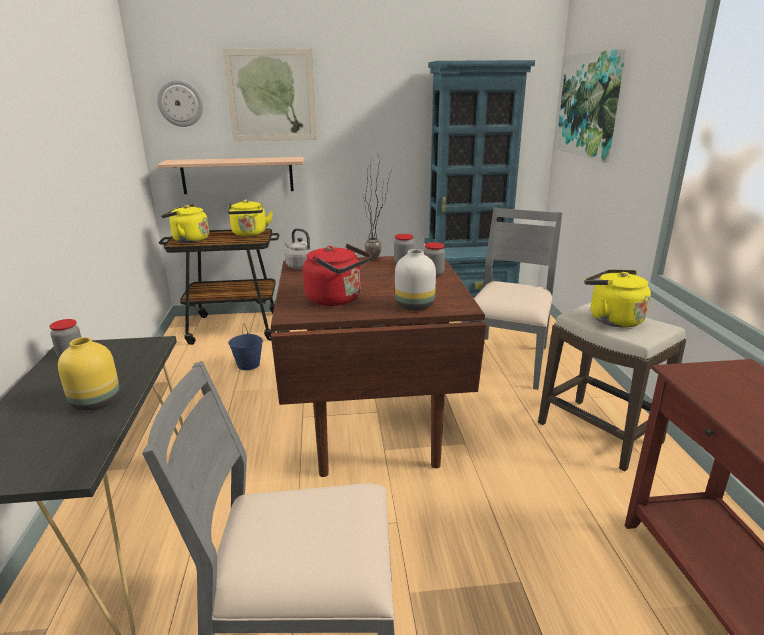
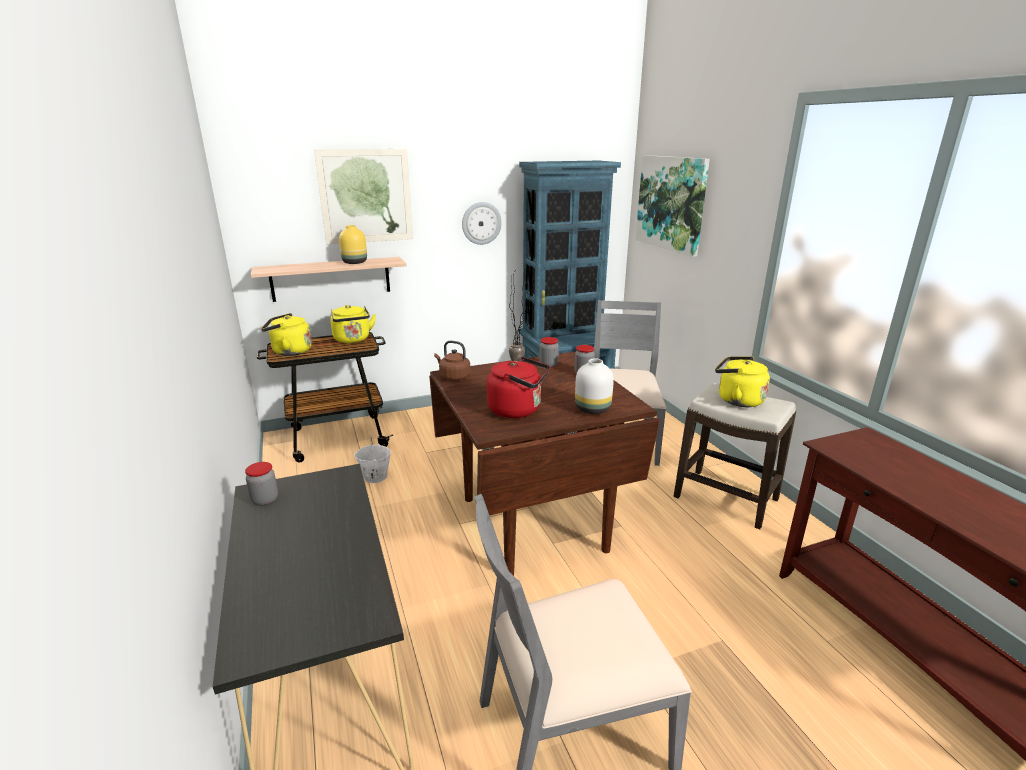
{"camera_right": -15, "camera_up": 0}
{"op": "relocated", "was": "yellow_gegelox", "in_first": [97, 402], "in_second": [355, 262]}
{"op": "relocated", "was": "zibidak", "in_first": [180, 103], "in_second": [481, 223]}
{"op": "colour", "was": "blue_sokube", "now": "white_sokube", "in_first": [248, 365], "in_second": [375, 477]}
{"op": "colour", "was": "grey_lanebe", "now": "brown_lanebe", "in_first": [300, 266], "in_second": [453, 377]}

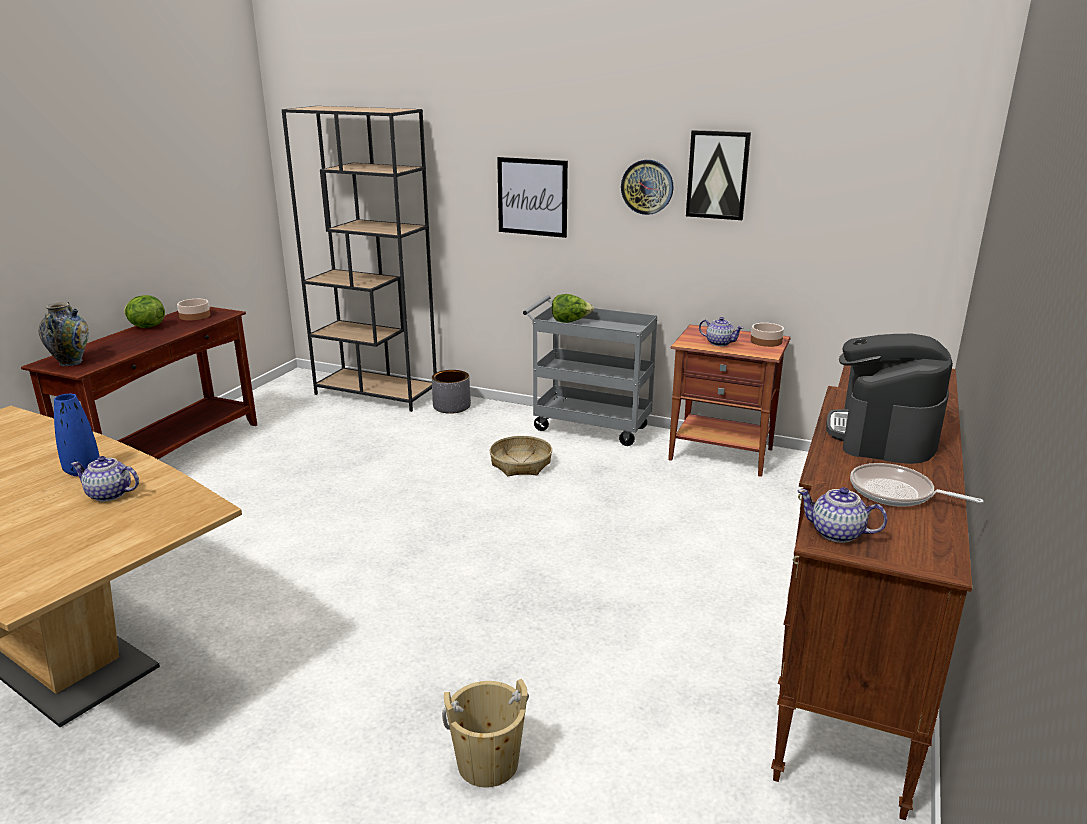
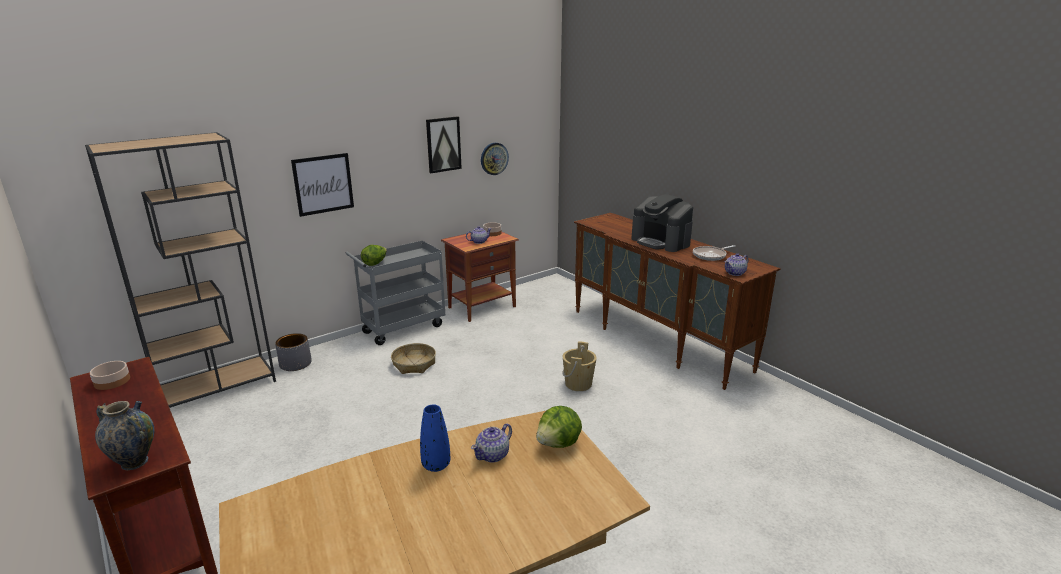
{"camera_right": -60, "camera_up": 0}
{"op": "relocated", "was": "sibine", "in_first": [146, 327], "in_second": [559, 443]}
{"op": "relocated", "was": "beige_sokube", "in_first": [488, 763], "in_second": [578, 384]}
{"op": "relocated", "was": "zibidak", "in_first": [647, 187], "in_second": [494, 158]}

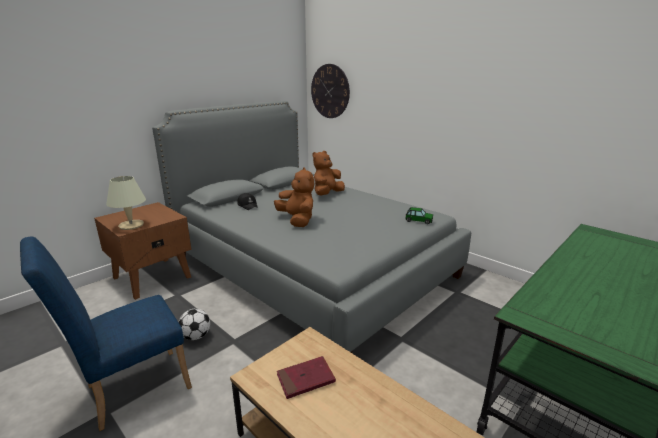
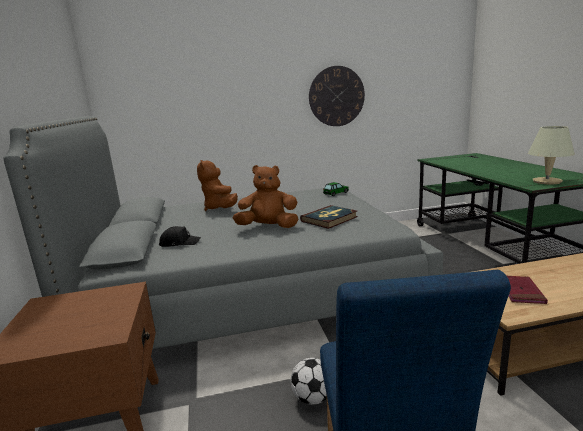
{"camera_right": -55, "camera_up": -5}
{"op": "relocated", "was": "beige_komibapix", "in_first": [131, 225], "in_second": [547, 181]}
{"op": "relocated", "was": "zibidak", "in_first": [330, 91], "in_second": [336, 96]}
{"op": "appeared", "now": "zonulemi", "in_second": [329, 219]}

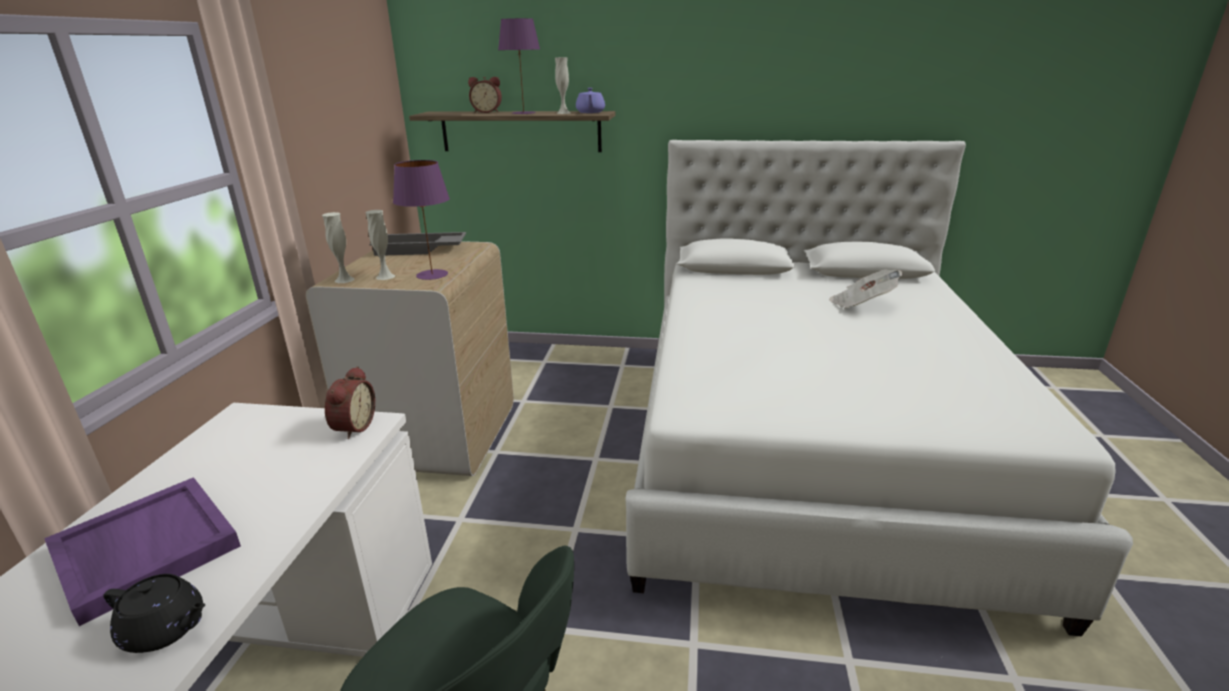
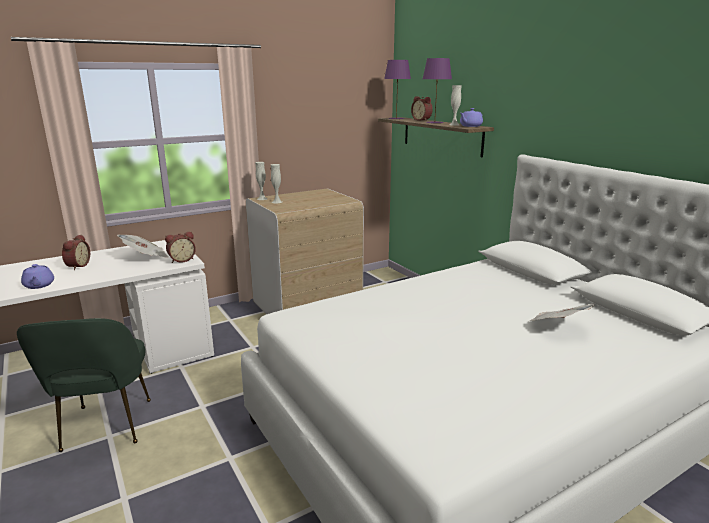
{"camera_right": 50, "camera_up": -5}
{"op": "exchanged", "was": "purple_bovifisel", "now": "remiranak", "in_first": [144, 549], "in_second": [77, 266]}
{"op": "colour", "was": "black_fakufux", "now": "purple_fakufux", "in_first": [166, 629], "in_second": [39, 285]}
{"op": "missing", "was": "grey_bovifisel", "in_first": [419, 250]}
{"op": "relocated", "was": "purple_komibapix", "in_first": [432, 275], "in_second": [396, 118]}
{"op": "appeared", "now": "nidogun", "in_second": [146, 257]}

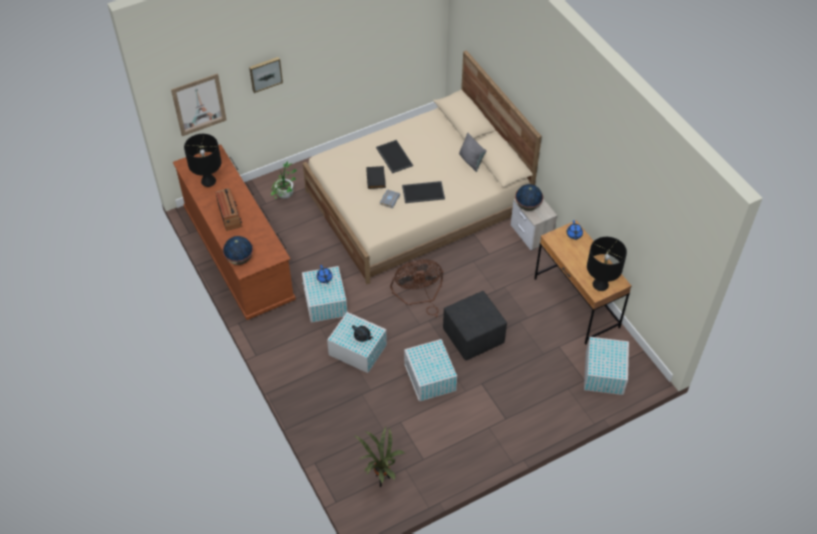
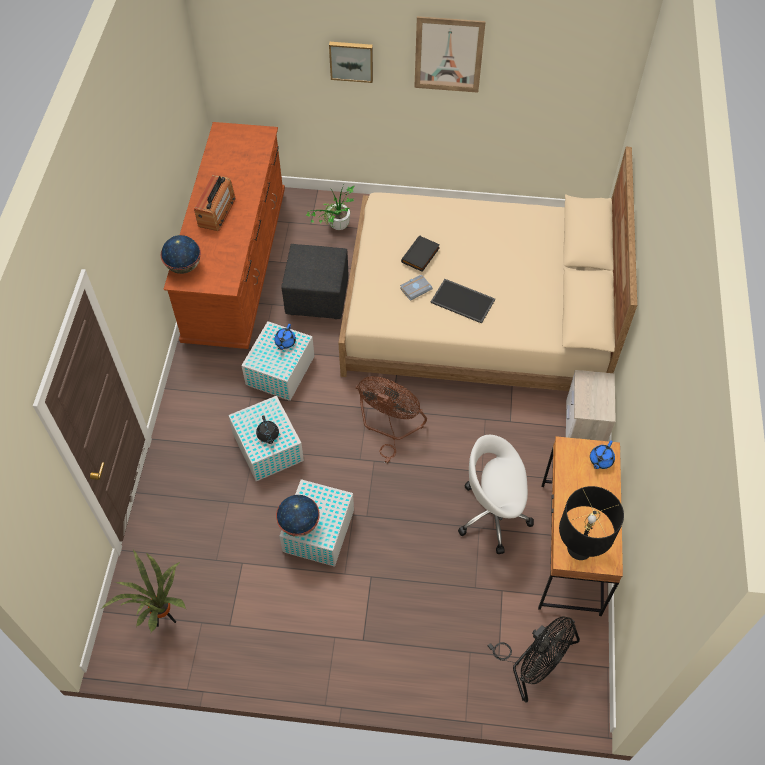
{"camera_right": 35, "camera_up": 5}
{"op": "relocated", "was": "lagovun", "in_first": [199, 104], "in_second": [448, 54]}
{"op": "missing", "was": "black_komibapix", "in_first": [208, 182]}
{"op": "missing", "was": "bovifisel", "in_first": [393, 156]}
{"op": "relocated", "was": "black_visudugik", "in_first": [474, 337], "in_second": [318, 298]}
{"op": "missing", "was": "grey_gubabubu", "in_first": [471, 161]}
{"op": "relocated", "was": "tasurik", "in_first": [527, 206], "in_second": [299, 524]}
{"op": "exchanged", "was": "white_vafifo", "now": "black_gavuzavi", "in_first": [604, 372], "in_second": [533, 662]}
{"op": "appeared", "now": "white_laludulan", "in_second": [491, 514]}

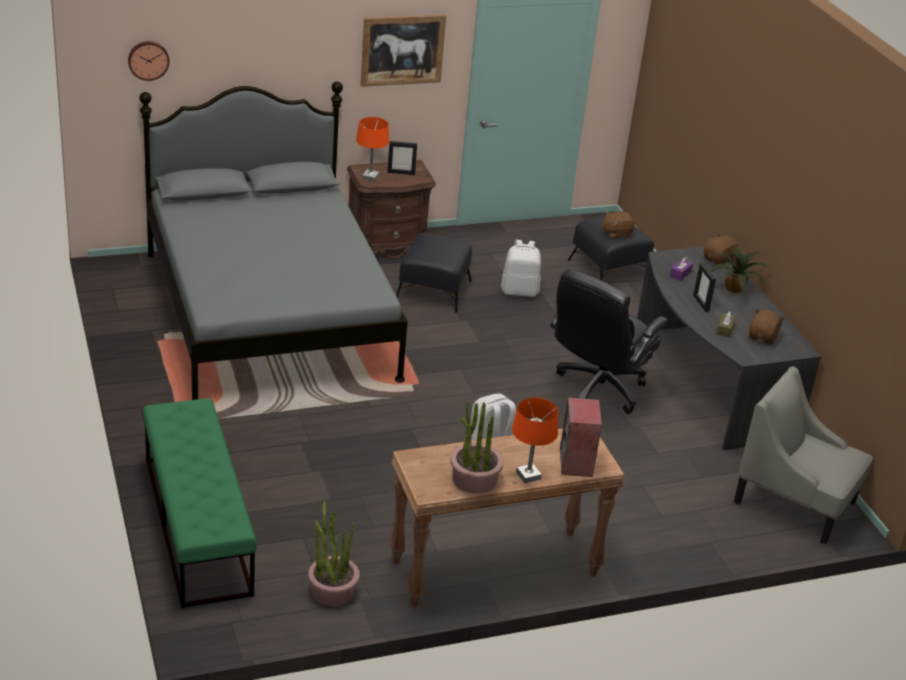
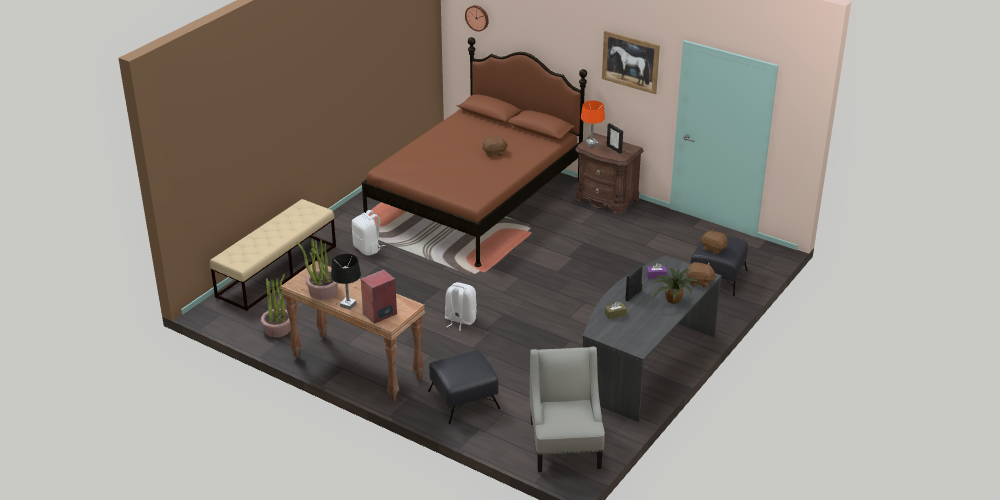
{"camera_right": 55, "camera_up": 0}
{"op": "colour", "was": "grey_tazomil", "now": "brown_tazomil", "in_first": [268, 315], "in_second": [475, 202]}
{"op": "colour", "was": "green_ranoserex", "now": "beige_ranoserex", "in_first": [197, 524], "in_second": [277, 270]}
{"op": "relocated", "was": "black_visudugik", "in_first": [433, 290], "in_second": [463, 399]}
{"op": "relocated", "was": "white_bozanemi", "in_first": [520, 291], "in_second": [368, 249]}
{"op": "colour", "was": "orange_komibapix", "now": "black_komibapix", "in_first": [528, 476], "in_second": [348, 305]}
{"op": "missing", "was": "black_laludulan", "in_first": [596, 389]}
{"op": "relocated", "was": "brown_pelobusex", "in_first": [762, 337], "in_second": [494, 153]}

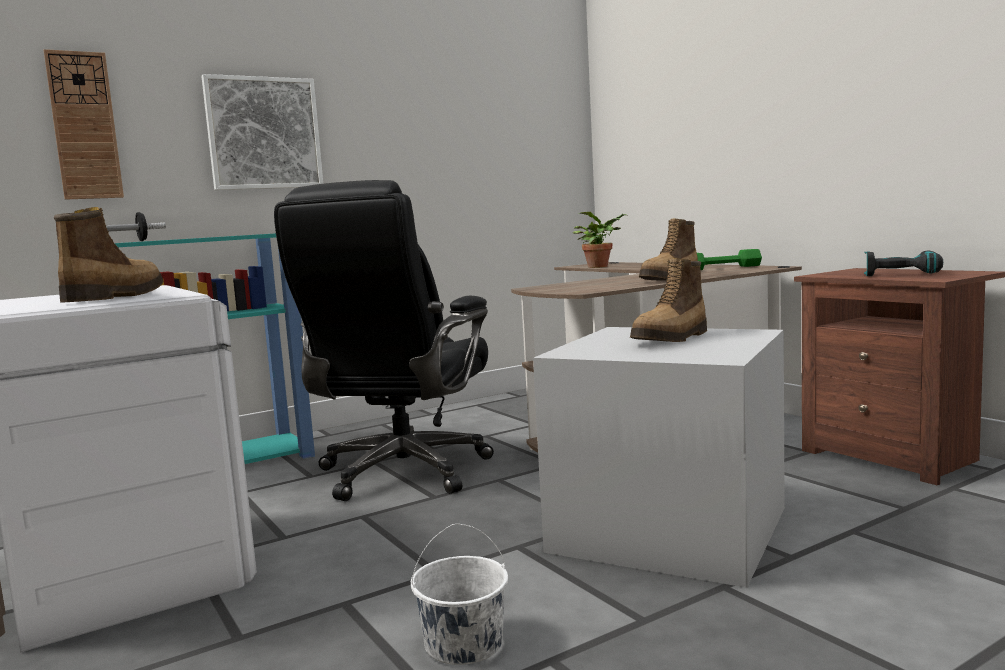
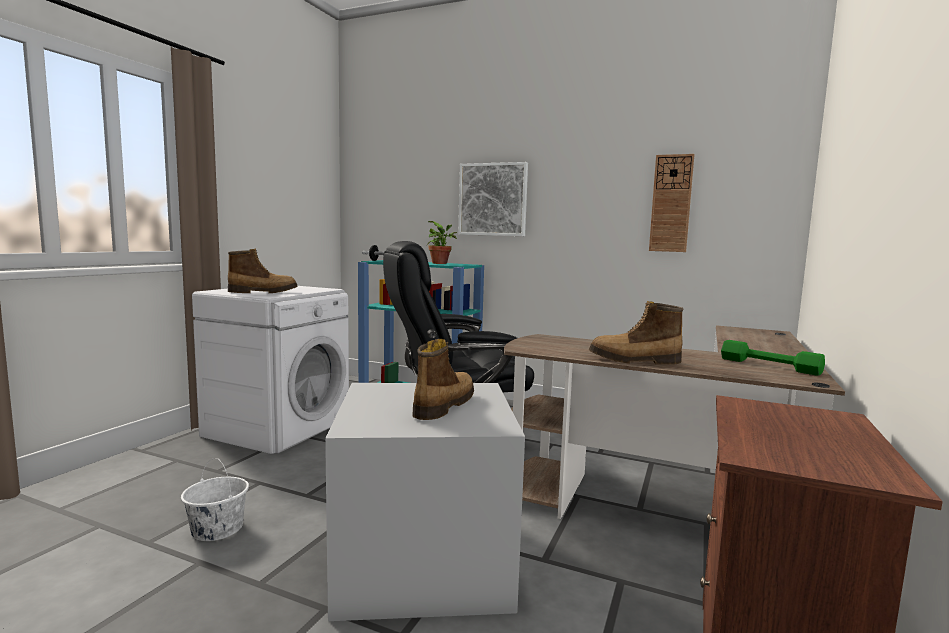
{"camera_right": 55, "camera_up": 0}
{"op": "relocated", "was": "zibidak", "in_first": [84, 126], "in_second": [671, 203]}
{"op": "relocated", "was": "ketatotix", "in_first": [600, 266], "in_second": [441, 263]}
{"op": "spun", "was": "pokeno", "in_first": [672, 339], "in_second": [443, 405], "clockwise": 105}
{"op": "missing", "was": "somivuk", "in_first": [901, 273]}

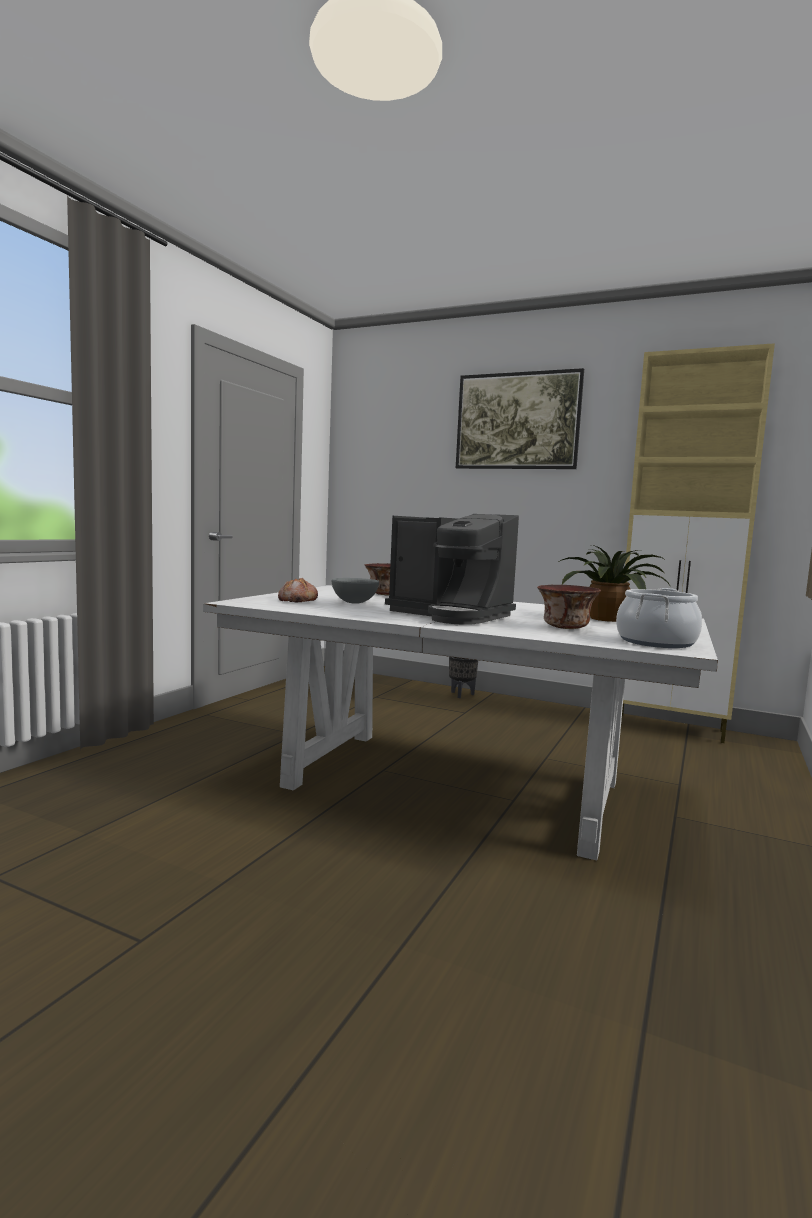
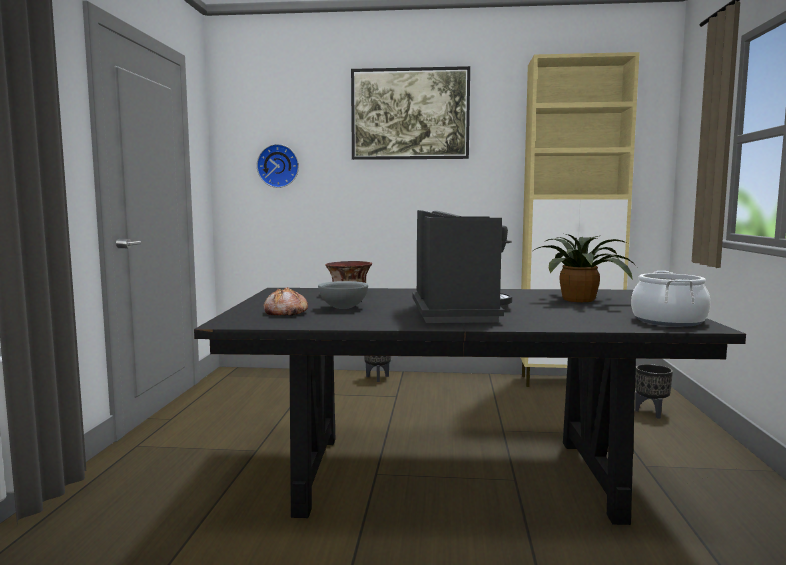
{"camera_right": -20, "camera_up": 0}
{"op": "colour", "was": "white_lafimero", "now": "black_lafimero", "in_first": [456, 785], "in_second": [454, 475]}
{"op": "spun", "was": "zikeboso", "in_first": [450, 615], "in_second": [458, 312], "clockwise": -105}
{"op": "missing", "was": "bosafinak", "in_first": [566, 628]}
{"op": "appeared", "now": "zibidak", "in_second": [278, 166]}
{"op": "appeared", "now": "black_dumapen", "in_second": [651, 413]}

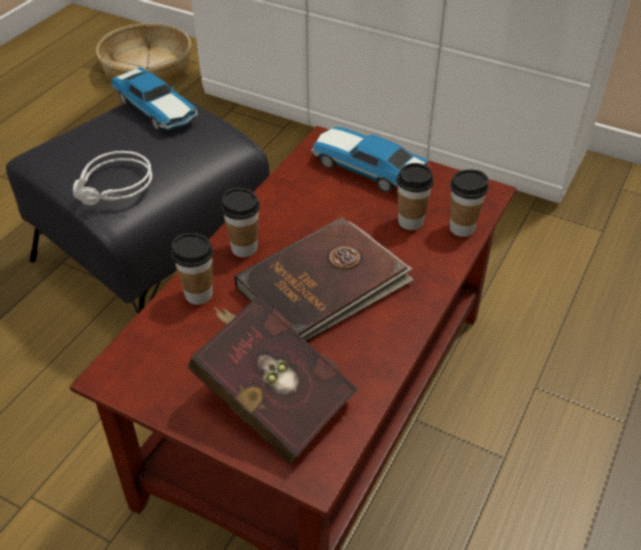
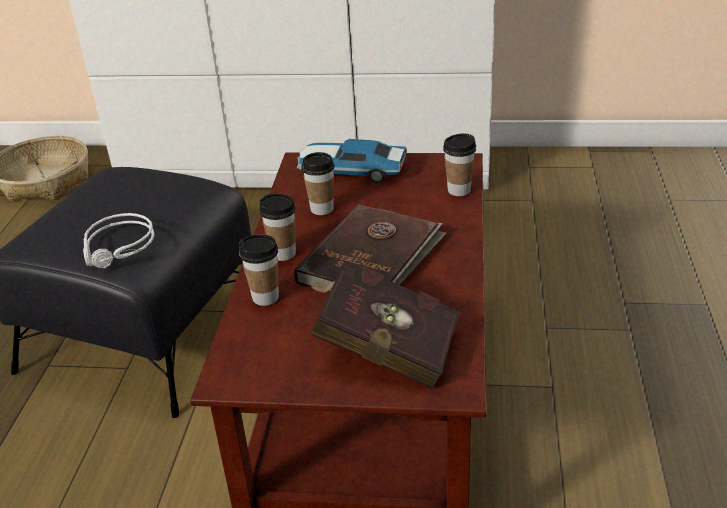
{"camera_right": -20, "camera_up": -10}
{"op": "missing", "was": "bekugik", "in_first": [157, 110]}
{"op": "relocated", "was": "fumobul", "in_first": [410, 222], "in_second": [322, 209]}

